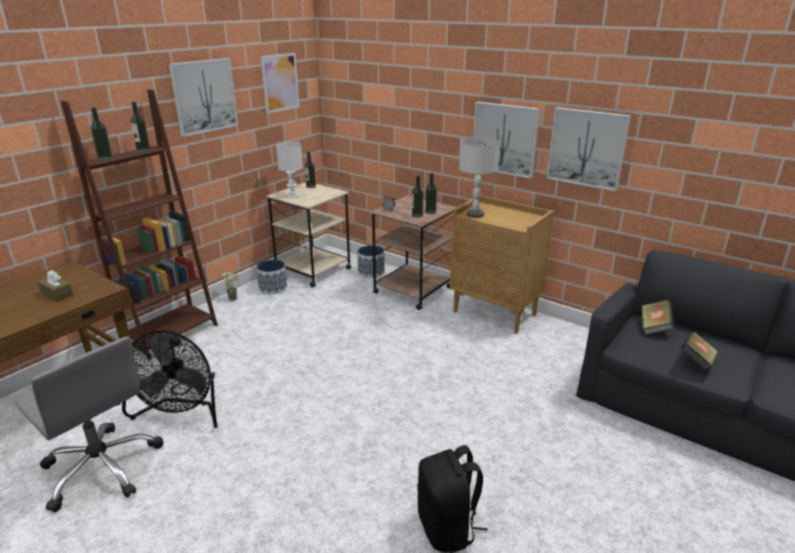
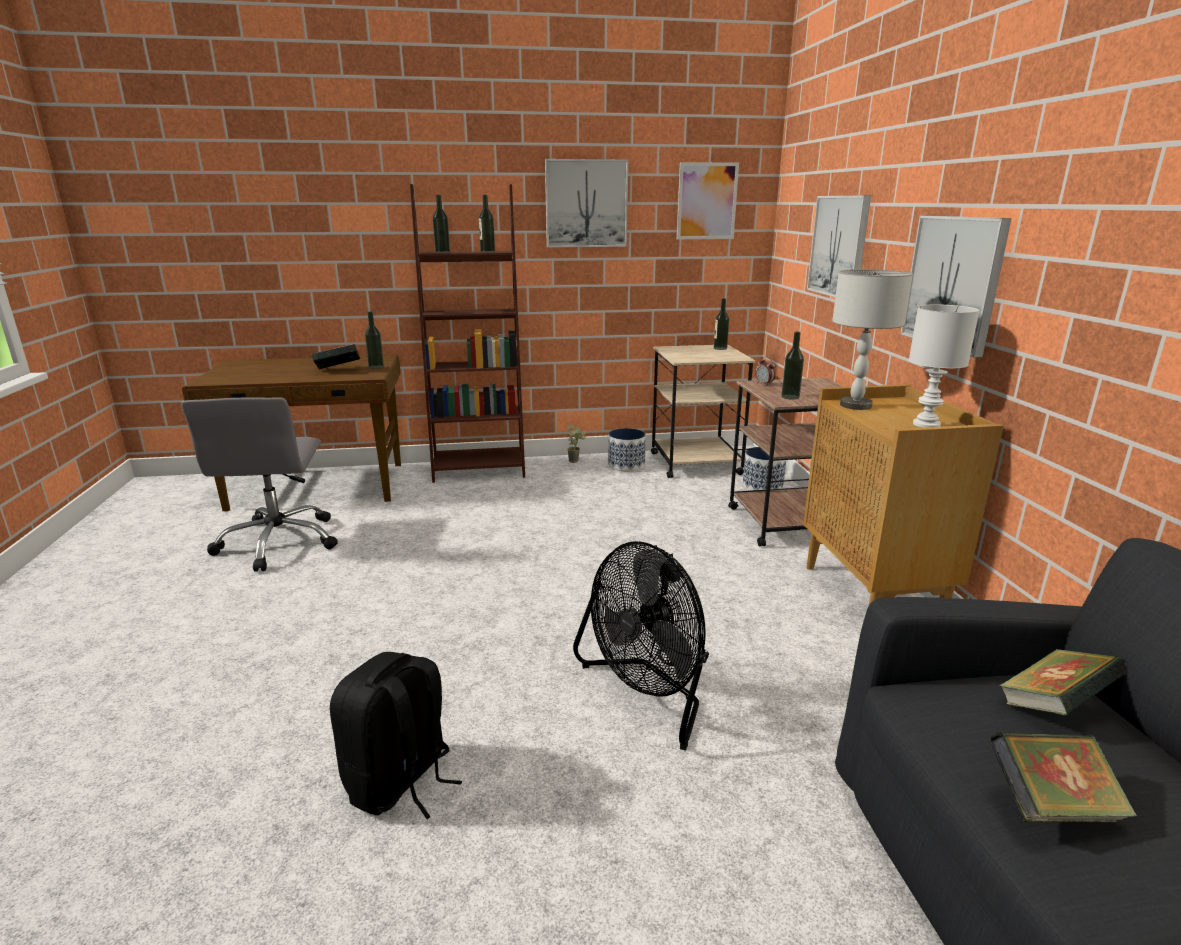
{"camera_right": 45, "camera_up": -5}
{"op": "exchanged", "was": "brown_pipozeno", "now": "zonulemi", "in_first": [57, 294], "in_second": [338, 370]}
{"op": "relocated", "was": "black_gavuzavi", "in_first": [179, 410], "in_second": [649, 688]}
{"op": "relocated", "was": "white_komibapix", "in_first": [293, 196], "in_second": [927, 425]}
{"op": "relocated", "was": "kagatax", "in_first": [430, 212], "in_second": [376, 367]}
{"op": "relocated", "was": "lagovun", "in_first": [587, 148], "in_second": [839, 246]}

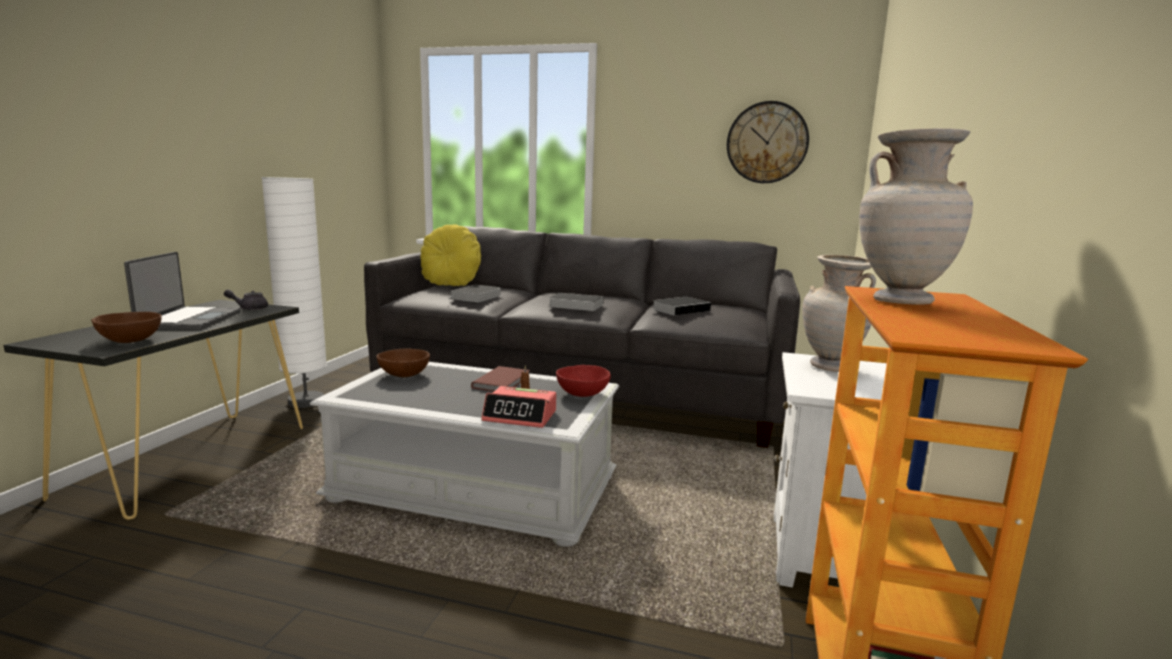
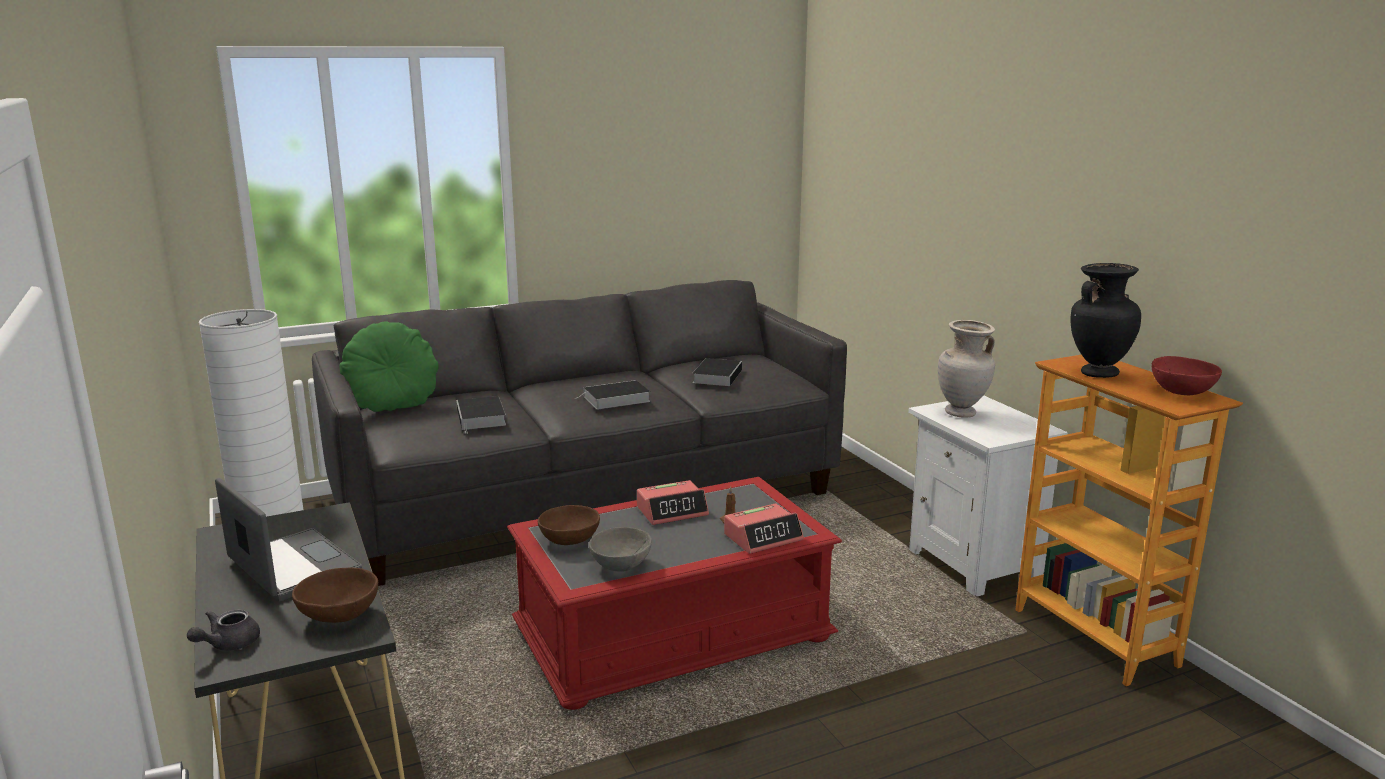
{"camera_right": -40, "camera_up": 5}
{"op": "relocated", "was": "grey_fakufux", "in_first": [249, 308], "in_second": [228, 644]}
{"op": "colour", "was": "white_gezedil", "now": "red_gezedil", "in_first": [477, 487], "in_second": [674, 632]}
{"op": "colour", "was": "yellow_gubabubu", "now": "green_gubabubu", "in_first": [451, 285], "in_second": [393, 407]}
{"op": "exchanged", "was": "brown_zonulemi", "now": "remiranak", "in_first": [503, 382], "in_second": [672, 511]}
{"op": "relocated", "was": "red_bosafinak", "in_first": [582, 394], "in_second": [1181, 393]}
{"op": "missing", "was": "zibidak", "in_first": [767, 142]}
{"op": "colour", "was": "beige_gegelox", "now": "black_gegelox", "in_first": [900, 301], "in_second": [1097, 373]}
{"op": "appeared", "now": "grey_bosafinak", "in_second": [621, 565]}

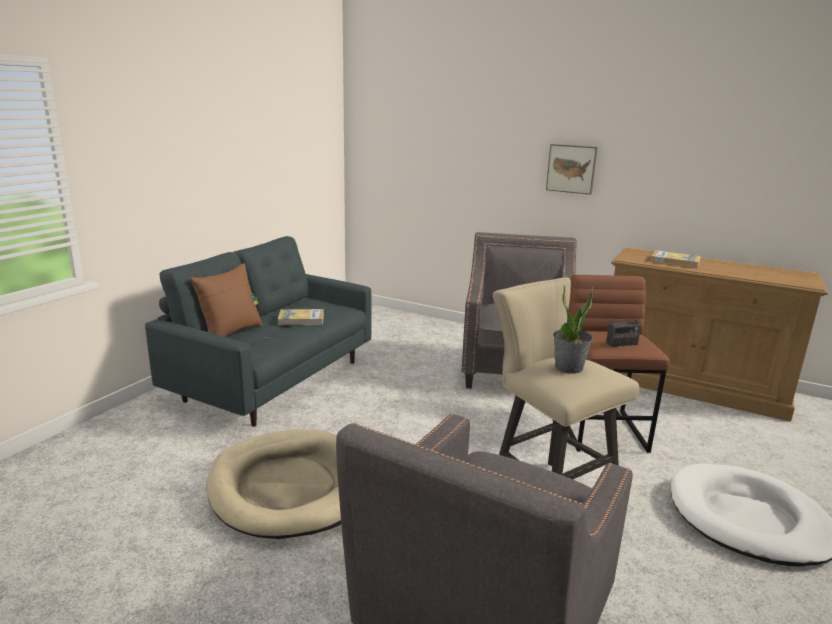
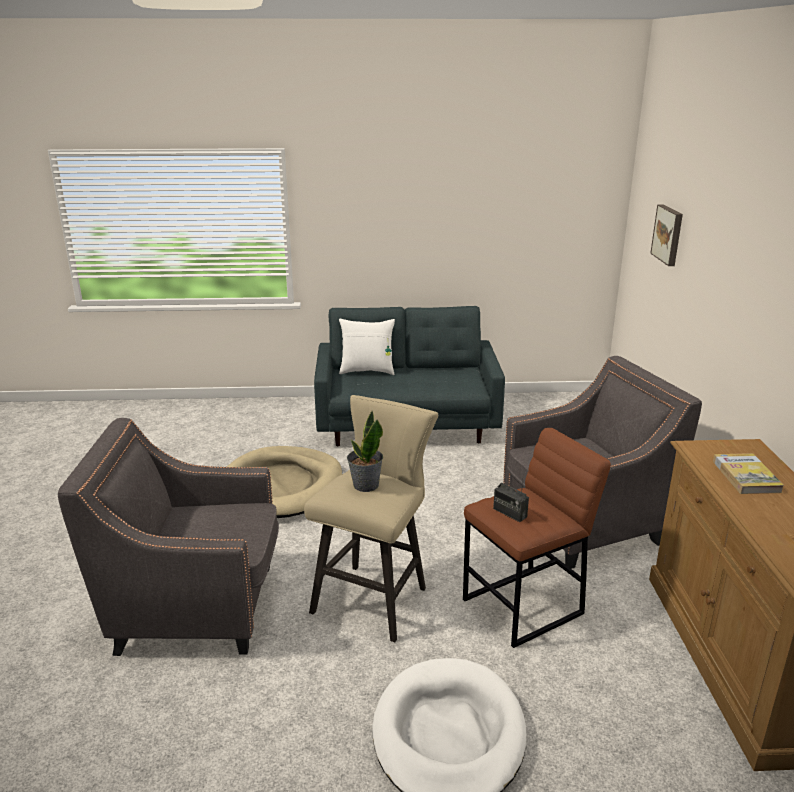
{"camera_right": 60, "camera_up": 5}
{"op": "colour", "was": "brown_gubabubu", "now": "white_gubabubu", "in_first": [230, 333], "in_second": [367, 371]}
{"op": "missing", "was": "zonulemi", "in_first": [301, 319]}
{"op": "relocated", "was": "lagovun", "in_first": [571, 168], "in_second": [668, 234]}

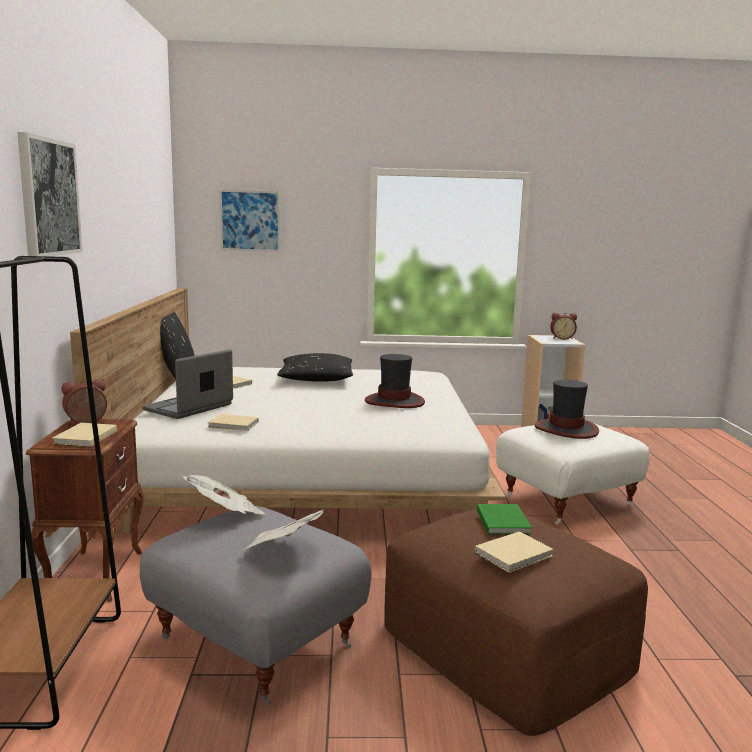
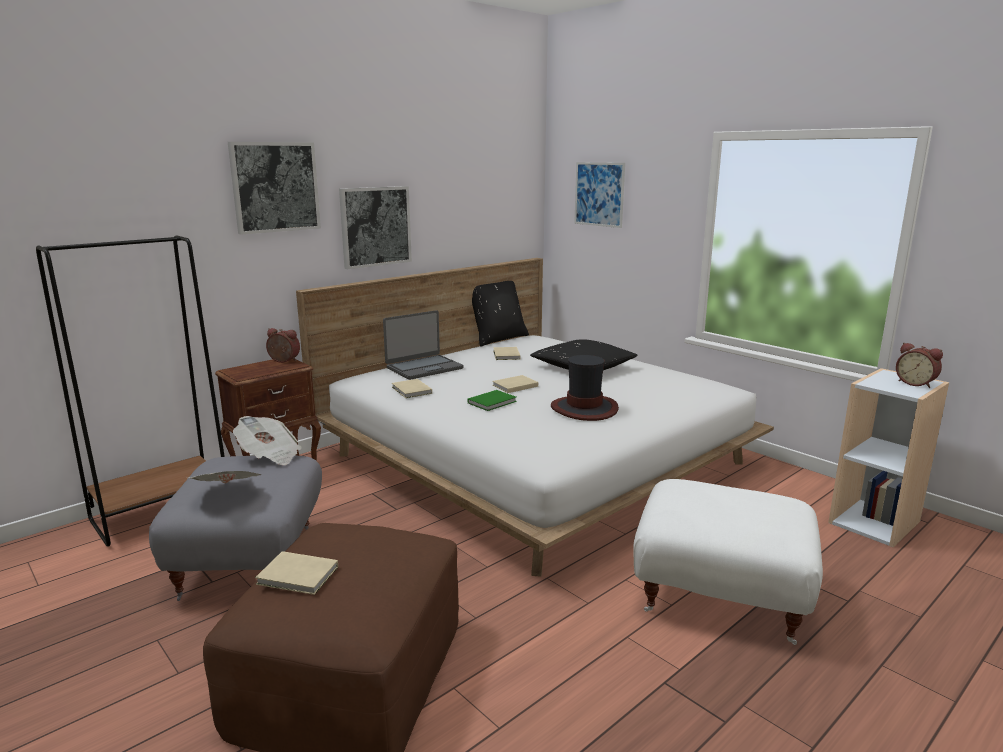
{"camera_right": 50, "camera_up": 5}
{"op": "relocated", "was": "beige_zonulemi", "in_first": [84, 438], "in_second": [514, 386]}
{"op": "spun", "was": "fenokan", "in_first": [189, 407], "in_second": [424, 368], "clockwise": 150}
{"op": "relocated", "was": "green_zonulemi", "in_first": [503, 521], "in_second": [493, 402]}
{"op": "missing", "was": "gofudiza", "in_first": [566, 429]}
{"op": "appeared", "now": "lagovun", "in_second": [375, 226]}

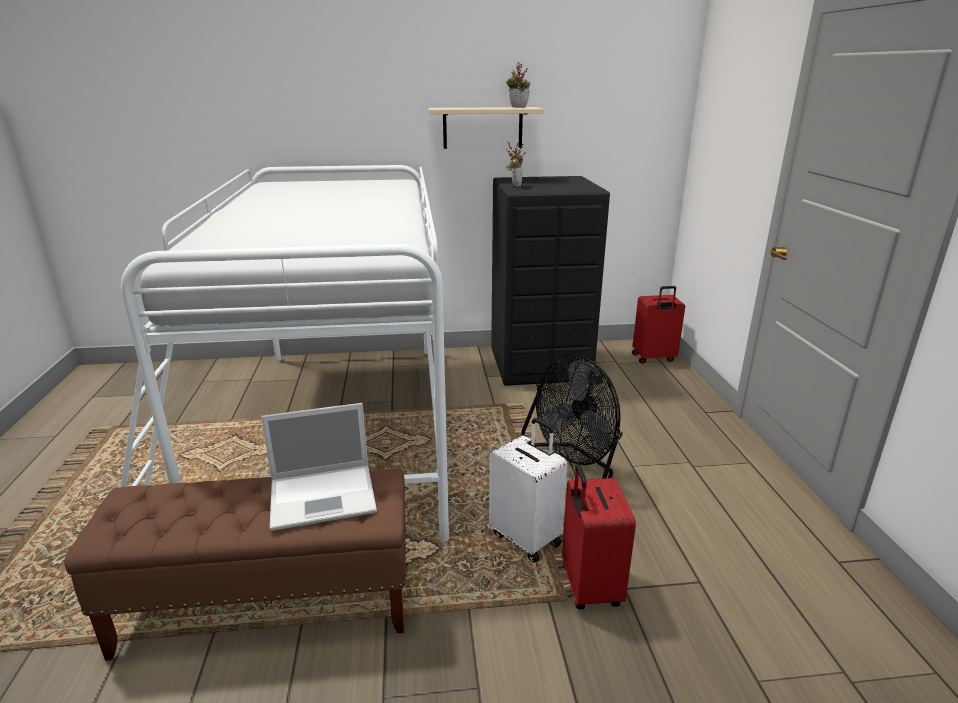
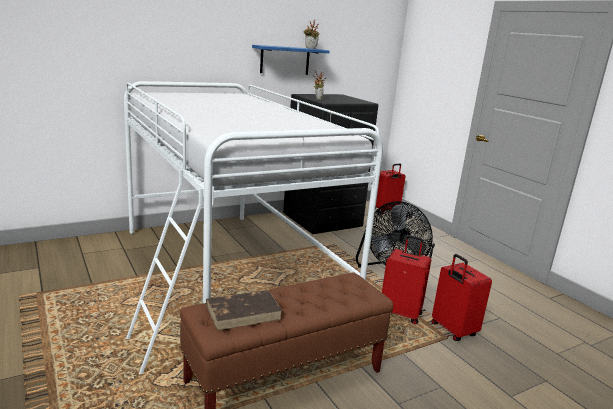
{"camera_right": -25, "camera_up": -5}
{"op": "missing", "was": "fenokan", "in_first": [325, 496]}
{"op": "colour", "was": "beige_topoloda", "now": "blue_topoloda", "in_first": [482, 127], "in_second": [285, 60]}
{"op": "colour", "was": "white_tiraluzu", "now": "red_tiraluzu", "in_first": [527, 538], "in_second": [401, 313]}
{"op": "appeared", "now": "brown_zonulemi", "in_second": [244, 312]}

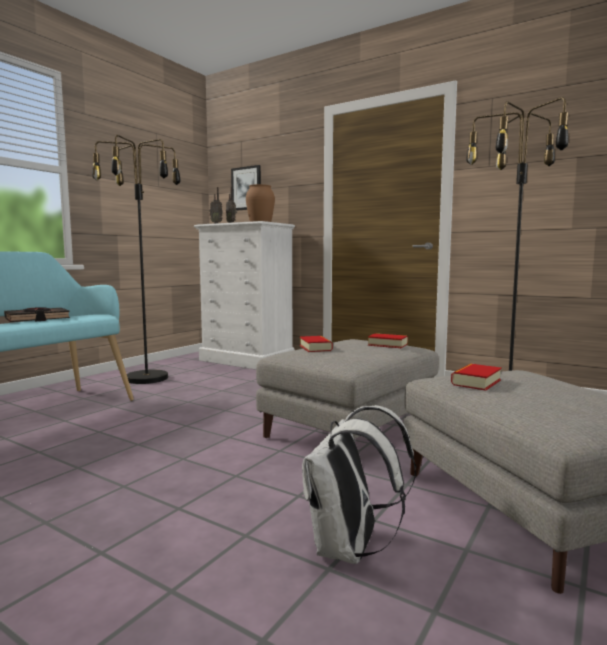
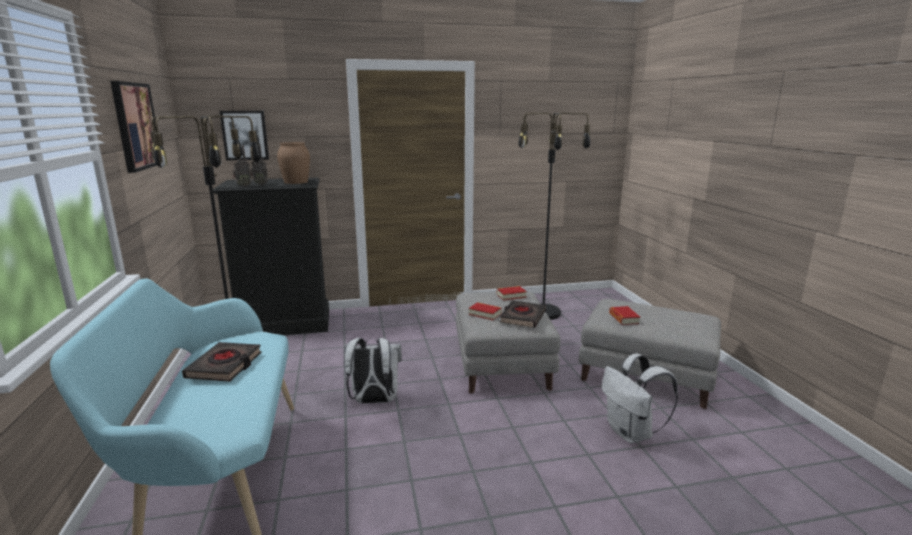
{"camera_right": -45, "camera_up": 10}
{"op": "colour", "was": "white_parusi", "now": "black_parusi", "in_first": [247, 360], "in_second": [285, 324]}
{"op": "appeared", "now": "lagovun", "in_second": [135, 126]}
{"op": "appeared", "now": "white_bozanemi", "in_second": [373, 401]}
{"op": "appeared", "now": "black_zonulemi", "in_second": [522, 317]}

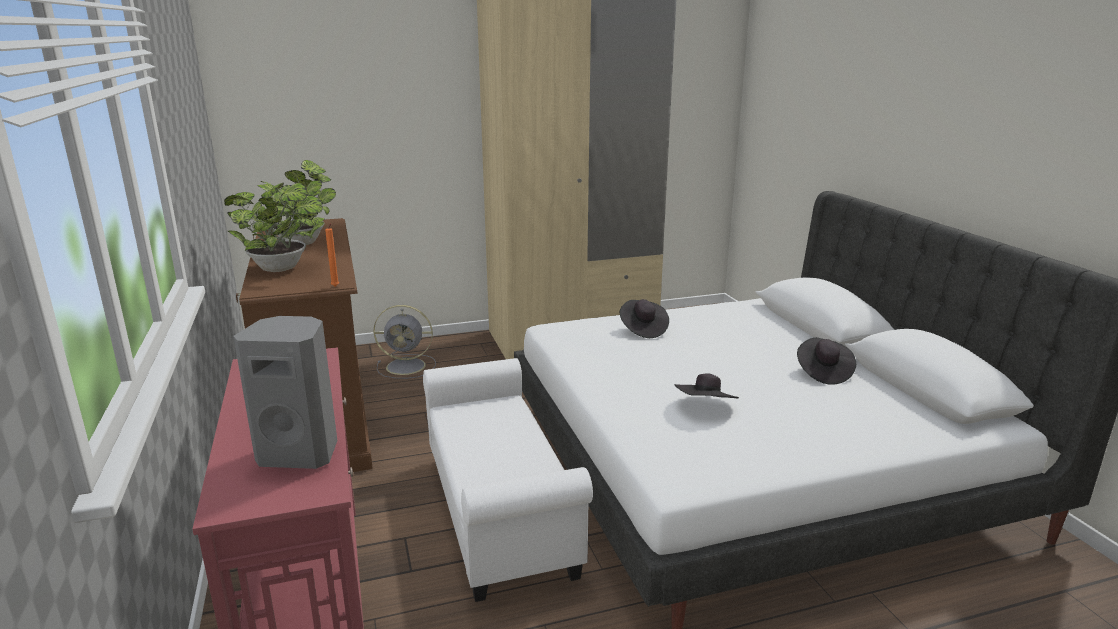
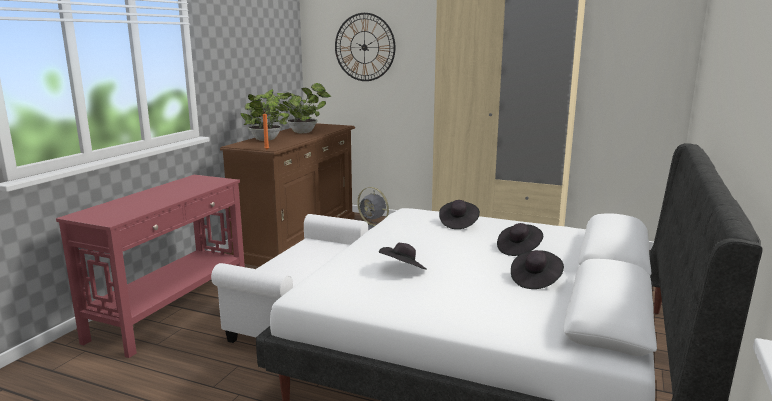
{"camera_right": 40, "camera_up": -5}
{"op": "missing", "was": "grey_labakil", "in_first": [301, 453]}
{"op": "appeared", "now": "zibidak", "in_second": [364, 47]}
{"op": "appeared", "now": "black_gofudiza", "in_second": [518, 249]}

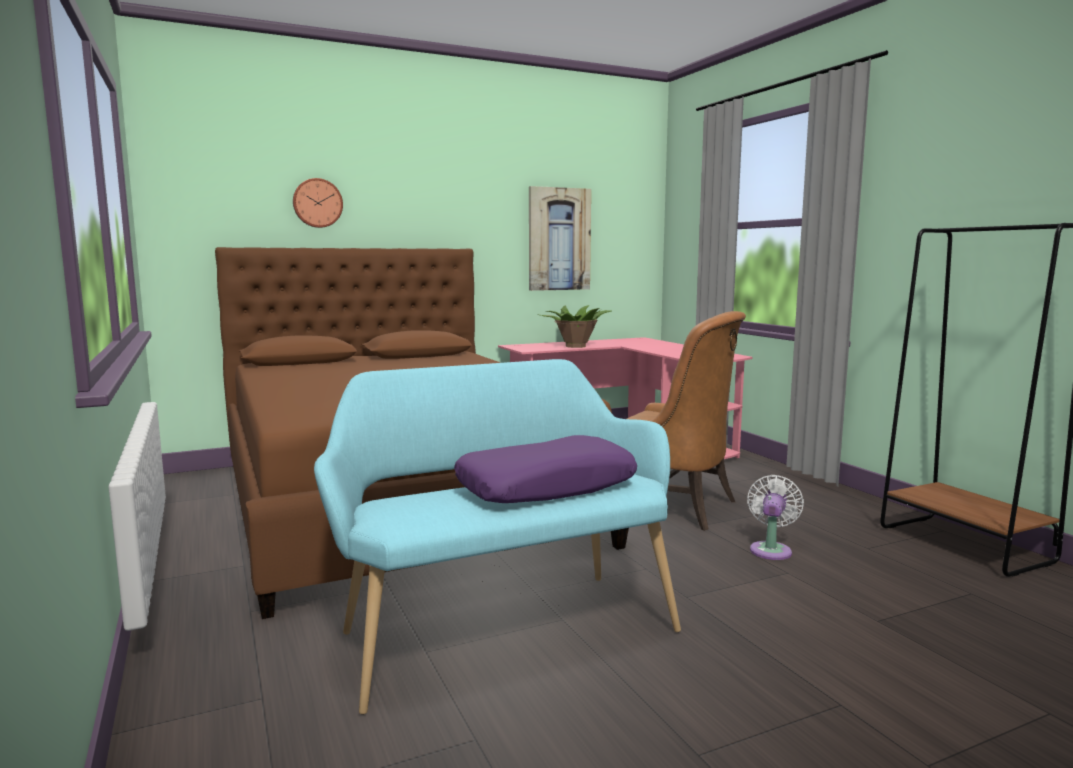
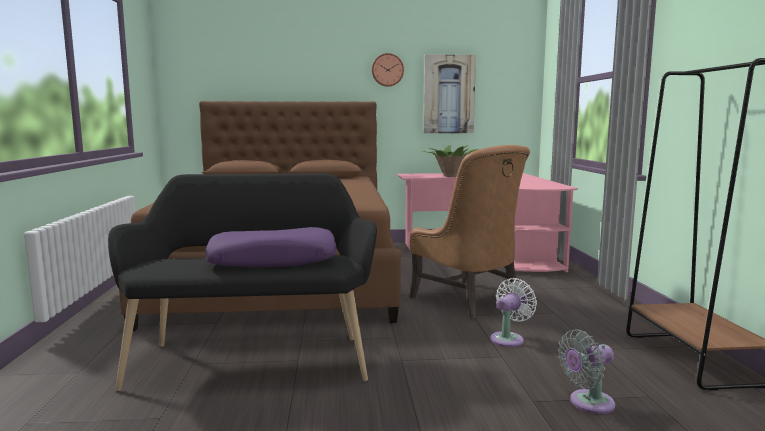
{"camera_right": 20, "camera_up": 0}
{"op": "relocated", "was": "zibidak", "in_first": [317, 203], "in_second": [387, 70]}
{"op": "colour", "was": "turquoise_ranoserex", "now": "black_ranoserex", "in_first": [501, 627], "in_second": [253, 358]}
{"op": "appeared", "now": "grey_gavuzavi", "in_second": [587, 403]}

